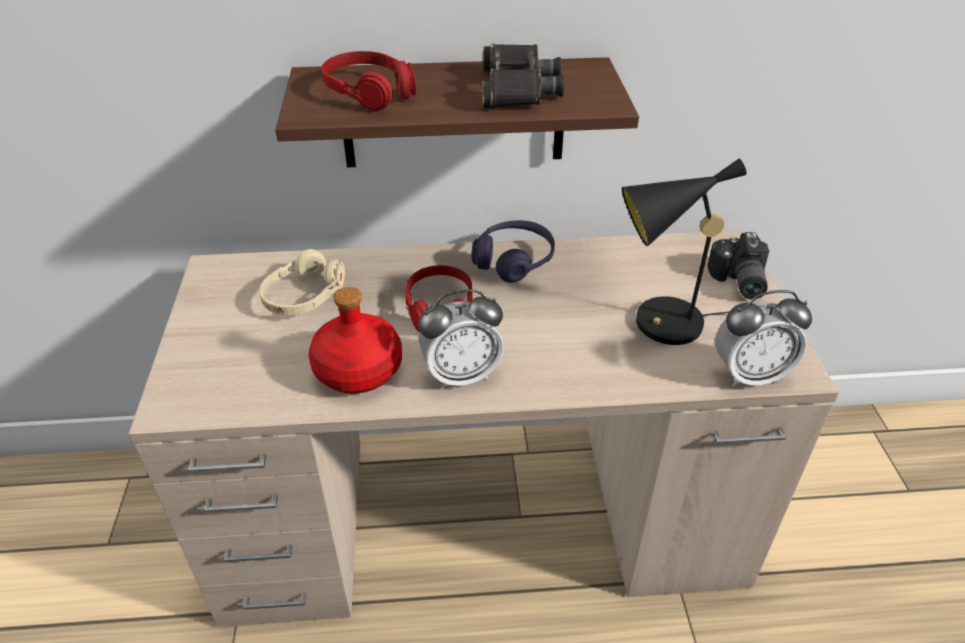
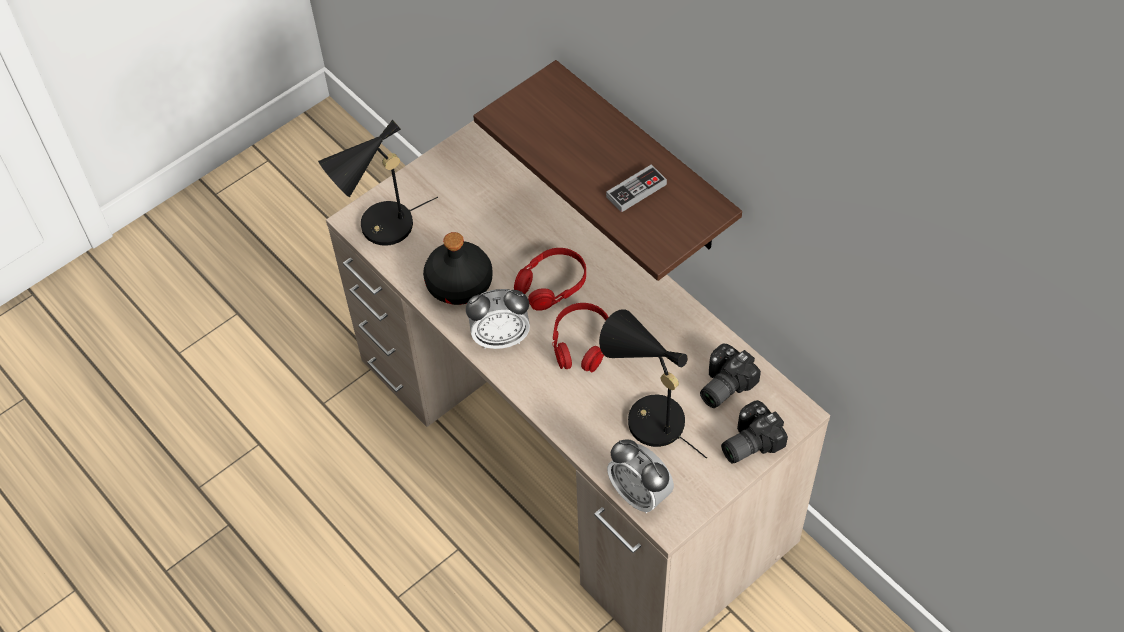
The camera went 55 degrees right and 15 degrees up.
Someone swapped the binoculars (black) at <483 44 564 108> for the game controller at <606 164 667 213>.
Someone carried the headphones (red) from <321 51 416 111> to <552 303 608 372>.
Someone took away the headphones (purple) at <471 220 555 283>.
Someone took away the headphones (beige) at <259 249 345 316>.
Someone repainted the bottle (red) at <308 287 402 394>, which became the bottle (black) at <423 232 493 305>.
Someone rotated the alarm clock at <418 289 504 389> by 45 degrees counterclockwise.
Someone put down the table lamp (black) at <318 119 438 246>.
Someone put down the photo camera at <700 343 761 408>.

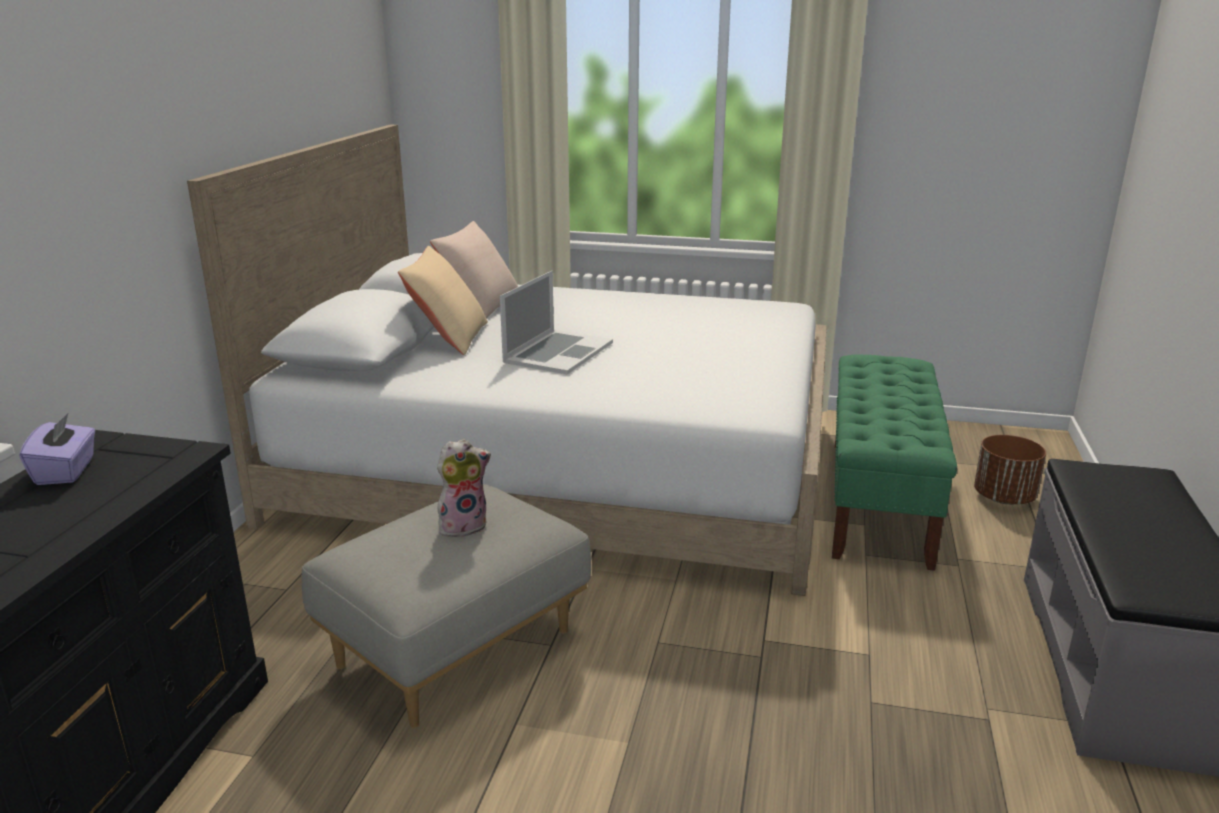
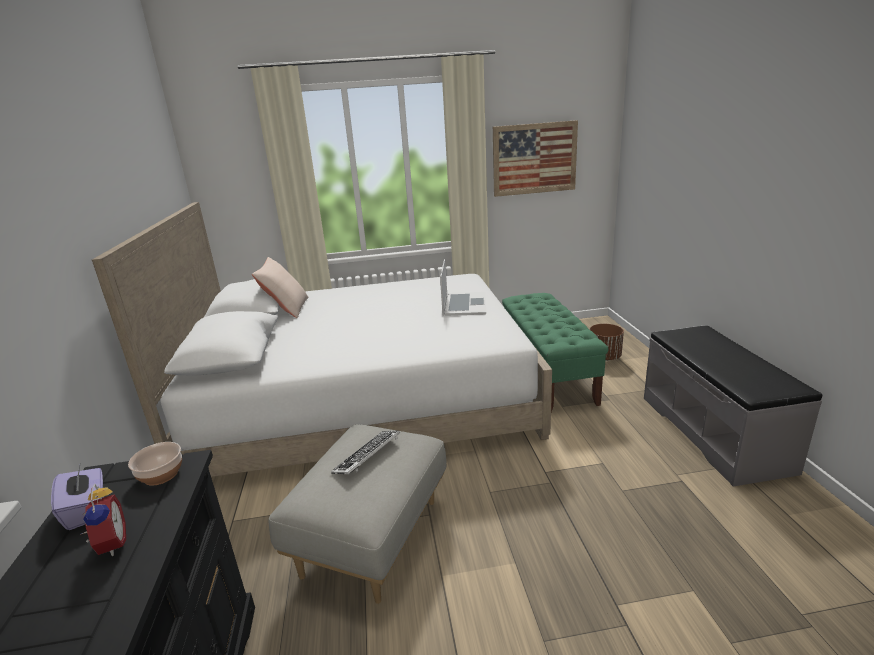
The camera went 20 degrees left and 0 degrees up.
Someone took away the pillow (beige) at <398 246 488 355>.
Someone carried the laptop from <500 271 613 374> to <440 259 486 316>.
Someone swapped the plush toy at <437 439 491 538> for the keyboard at <331 430 400 474>.
Someone put up the picture at <493 120 578 197>.
Someone put down the bowl at <128 442 182 486>.
Someone put down the alarm clock at <80 484 126 556>.

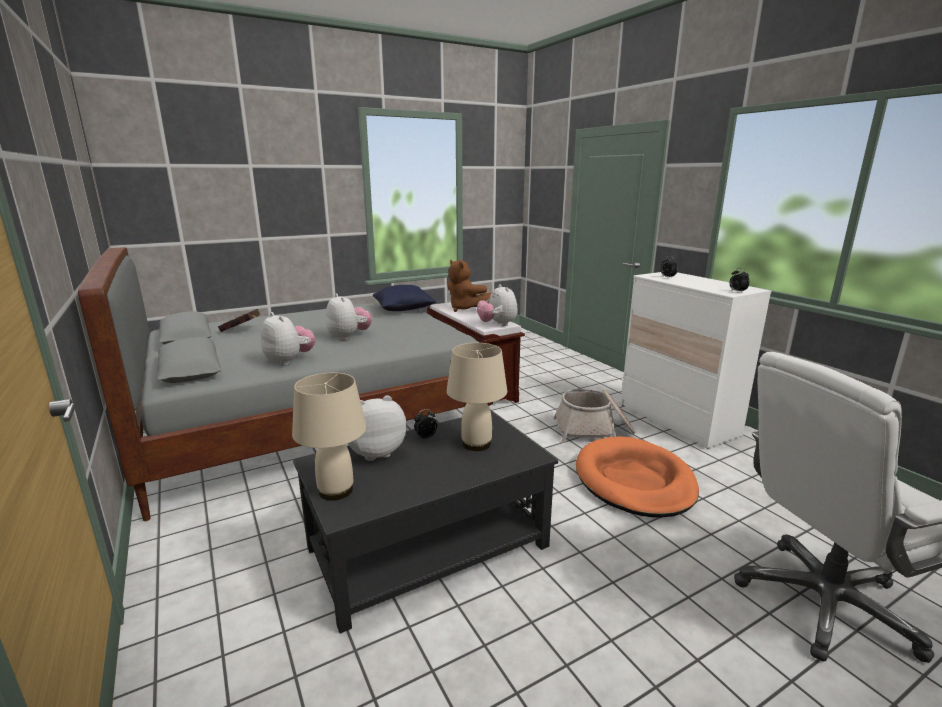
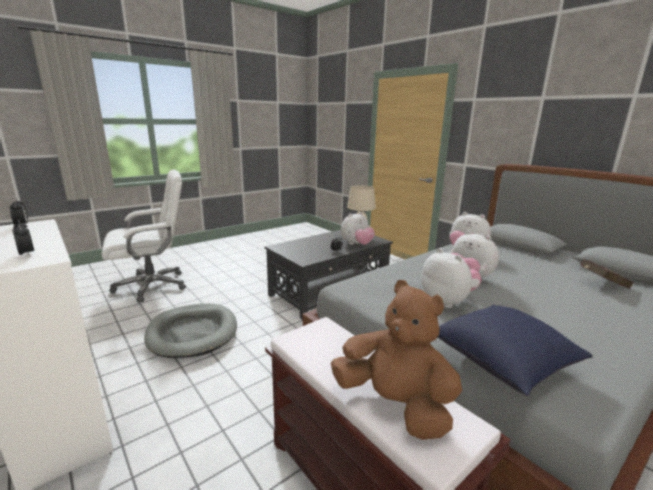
The camera went 170 degrees right and 0 degrees up.
Someone carried the plush toy from <477 284 518 326> to <421 248 482 308>.
Someone took away the table lamp (beige) at <446 343 507 451>.
Someone took away the basket at <553 389 635 443>.
Someone repainted the dog bed (orange) at <576 436 699 518>, which became the dog bed (grey) at <144 303 237 358>.

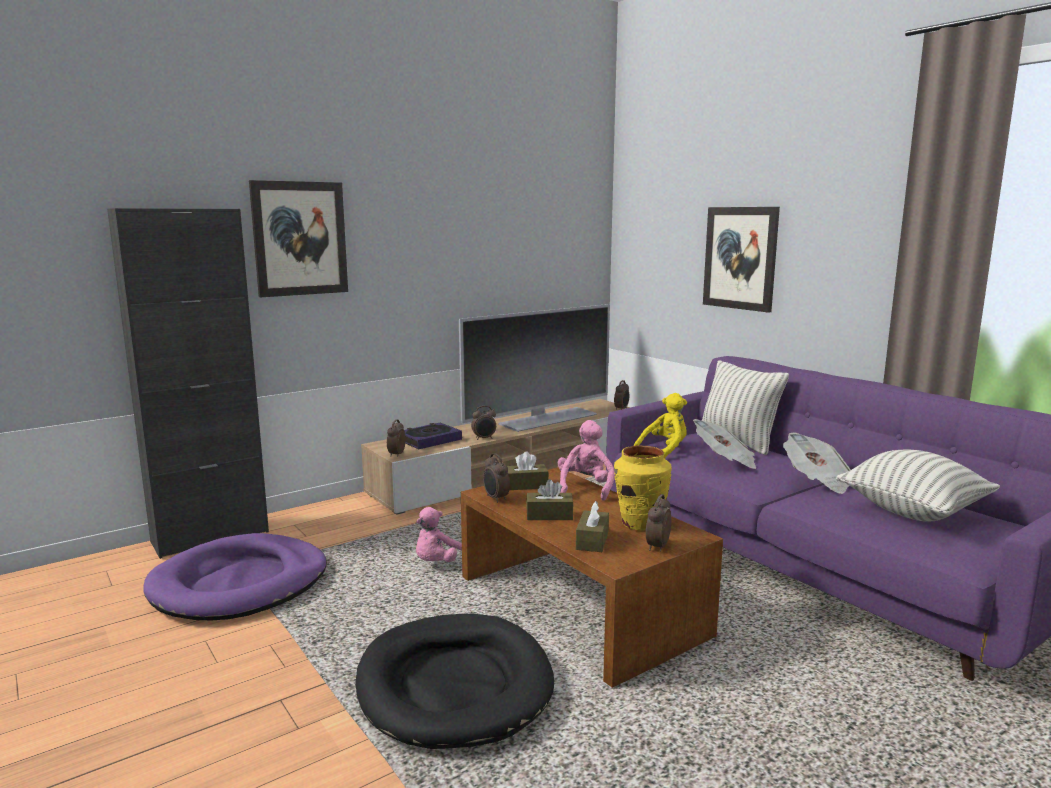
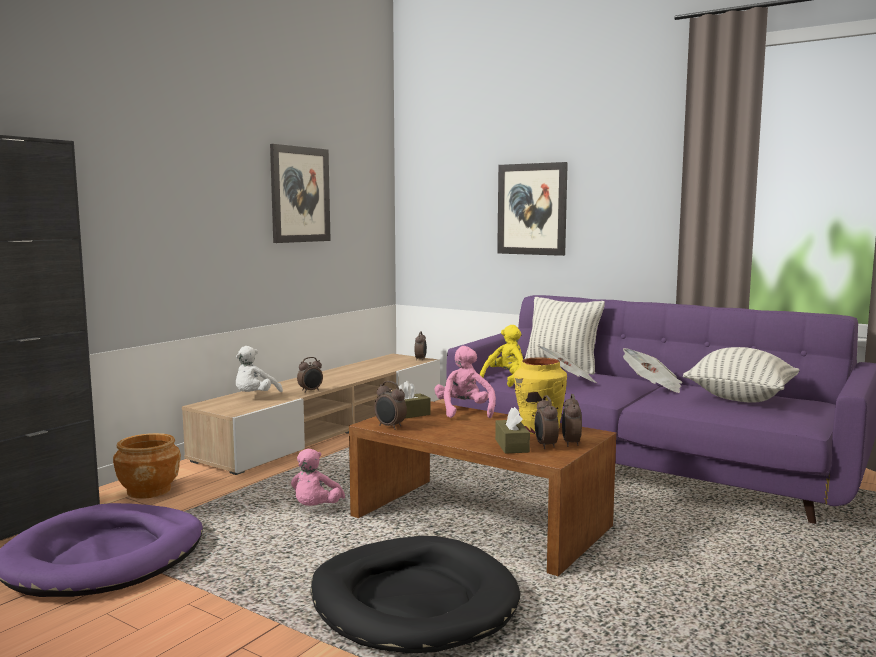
The camera went 20 degrees left and 5 degrees down.
Someone carried the picture from <249 180 348 297> to <270 144 331 243>.
Someone took away the television at <459 304 610 432>.
Someone carried the alarm clock from <387 420 406 457> to <535 395 559 449>.
Someone swapped the book at <404 423 462 449> for the plush toy (white) at <236 346 283 392>.
Someone took away the tissue box (brown) at <526 479 574 520>.
Someone put down the planter (brown) at <113 433 181 499>.

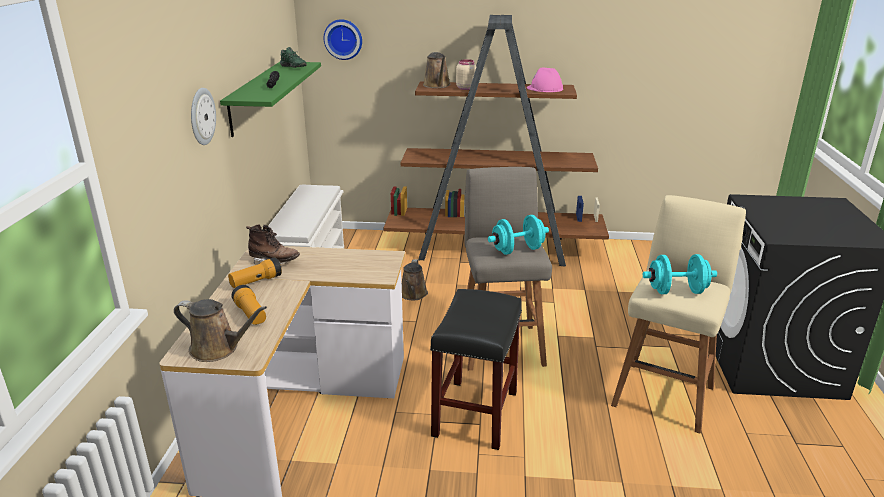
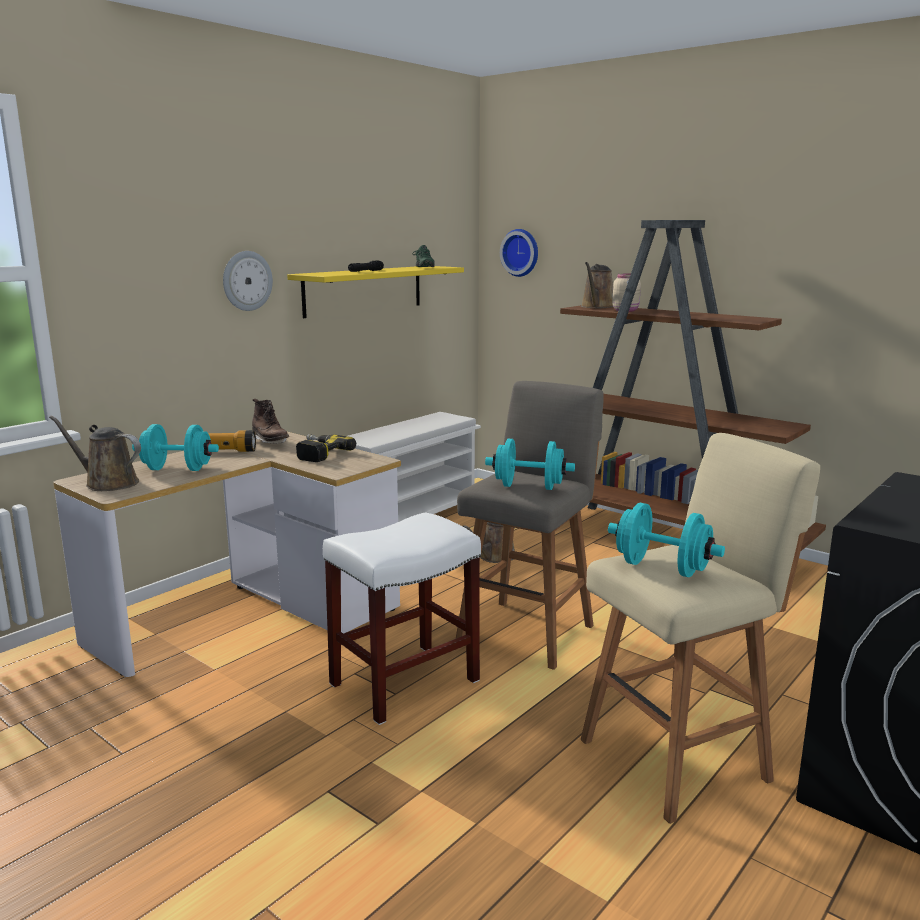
The camera went 35 degrees right and 10 degrees down.
Someone repainted the shelf (green) at <220 62 321 137>, which became the shelf (yellow) at <287 266 464 318>.
Someone took away the hard hat (pink) at <527 67 563 92>.
Someone swapped the flashlight at <232 285 266 325> for the dumbbell (turquoise) at <132 424 219 471>.
Someone repainted the stool (black) at <430 289 522 450>, which became the stool (white) at <323 513 481 725>.
Someone rotated the watering can (brown) at <174 299 267 362> by 150 degrees clockwise.
Someone put down the power drill at <296 434 356 462>.

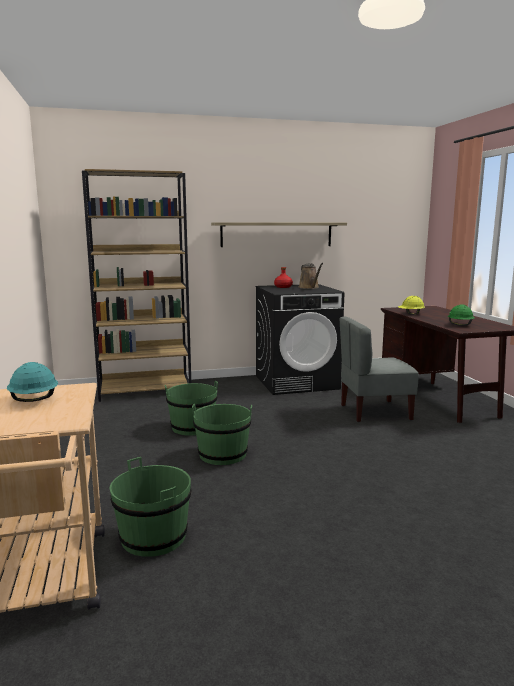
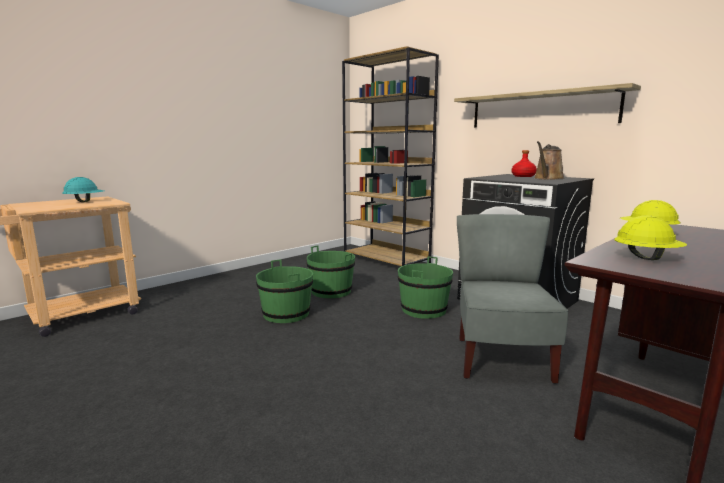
The camera went 60 degrees right and 0 degrees up.
Someone repainted the hard hat (green) at <448 304 475 326>, which became the hard hat (yellow) at <614 215 687 260>.
Someone rotated the chair (grey) at <340 317 418 422> by 45 degrees clockwise.
Someone carried the bucket (green) from <110 457 191 557> to <398 256 453 319>.

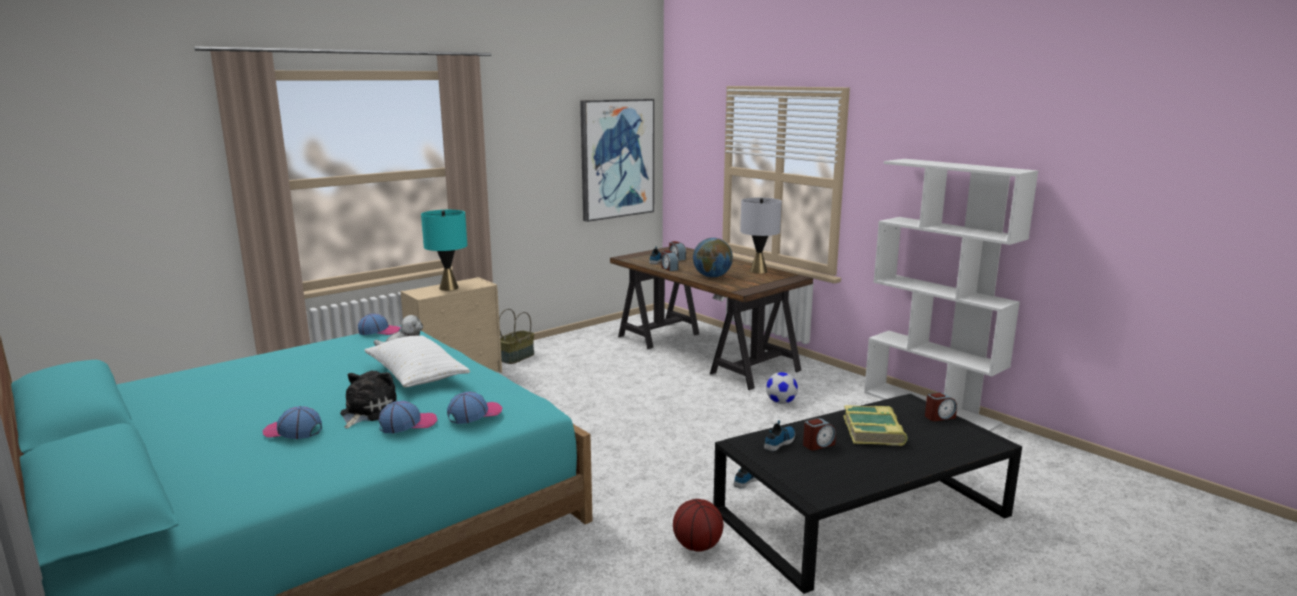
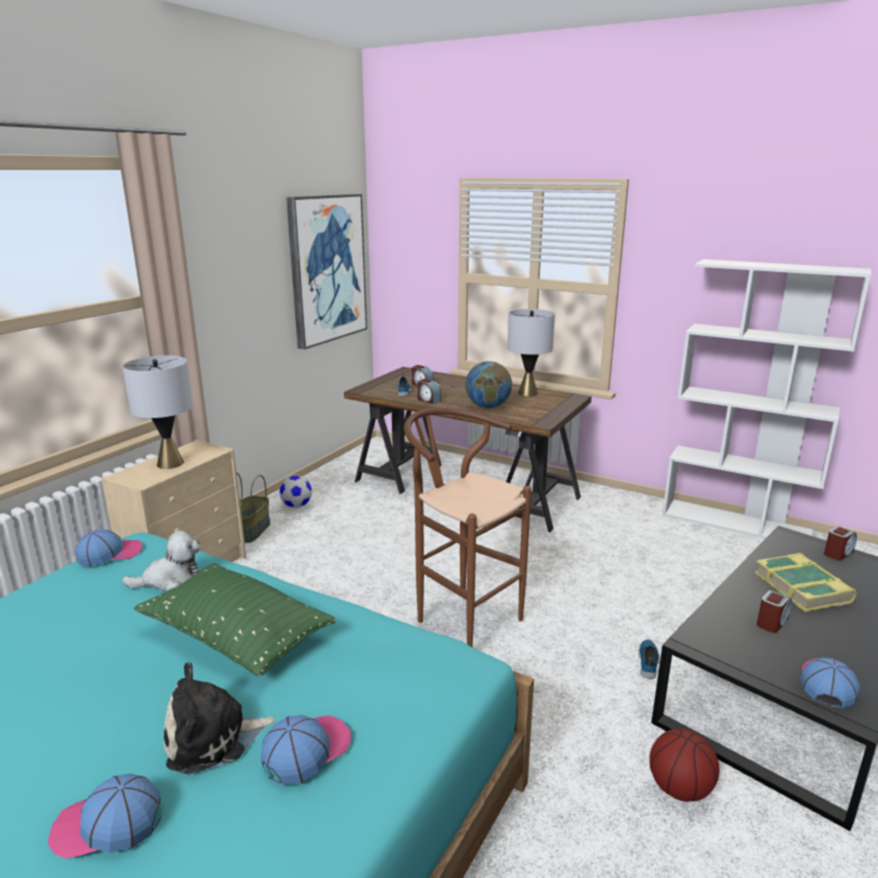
The camera went 20 degrees left and 5 degrees up.
Someone repainted the table lamp (turquoise) at <421 210 467 291>, which became the table lamp (grey) at <122 355 193 469>.
Someone repainted the pillow (white) at <364 335 470 387>, which became the pillow (green) at <134 563 336 677>.
Someone rotated the plush toy at <340 371 397 428> by 105 degrees counterclockwise.
Someone carried the football from <766 372 798 404> to <279 476 312 508>.
Someone carried the cap from <447 392 503 424> to <800 658 860 708>.
Someone took away the shoe at <764 420 795 451>.
Someone put down the stool (brown) at <404 408 531 647>.

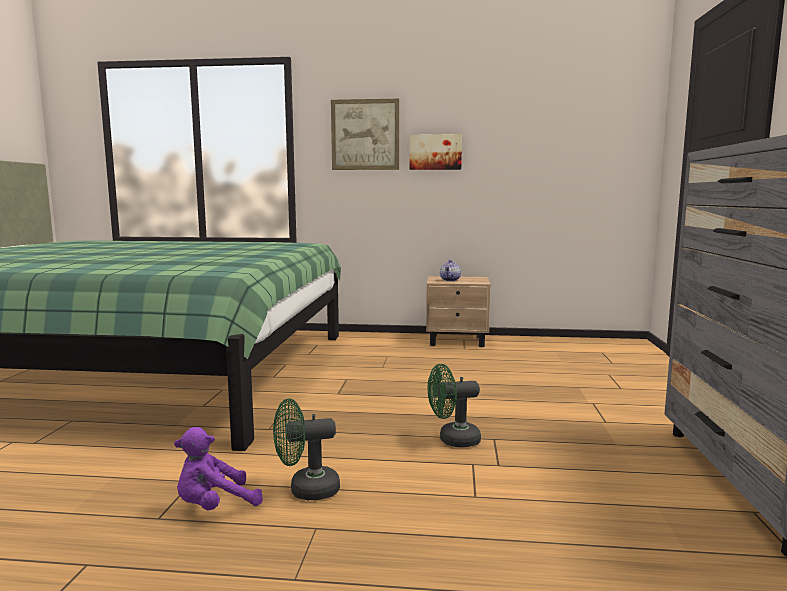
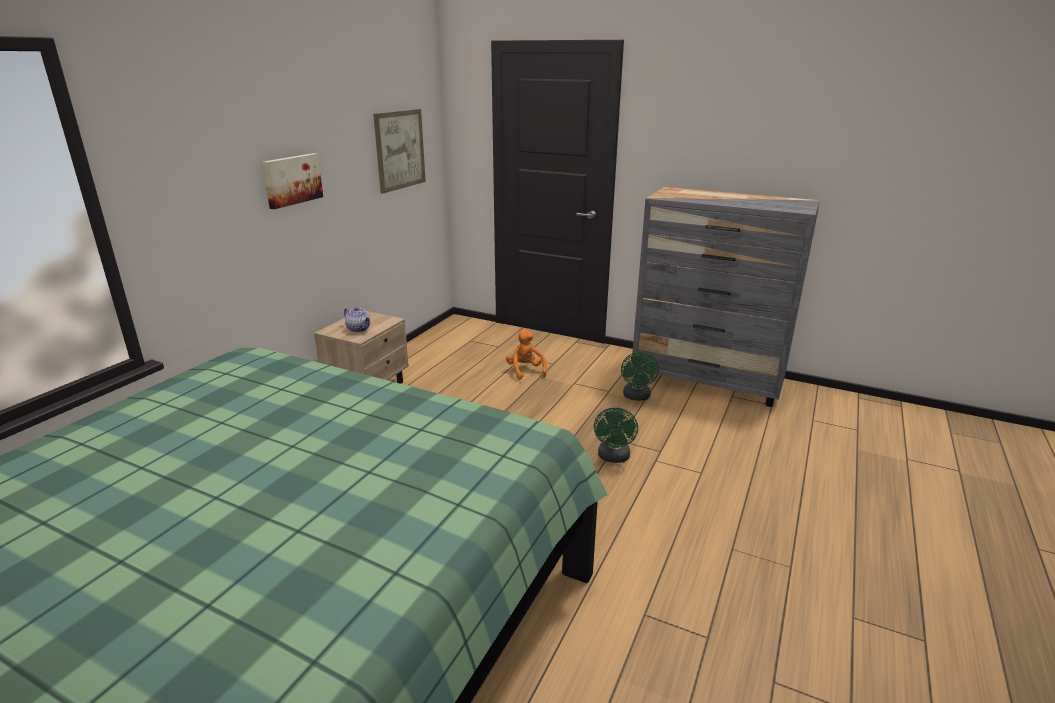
The camera went 70 degrees left and 15 degrees up.
Someone carried the picture from <331 99 399 170> to <373 109 426 193>.
Someone carried the fan (green) from <273 398 340 500> to <621 352 659 401>.
Someone took away the plush toy (purple) at <174 427 263 510>.
Someone put down the plush toy (orange) at <506 329 547 380>.

